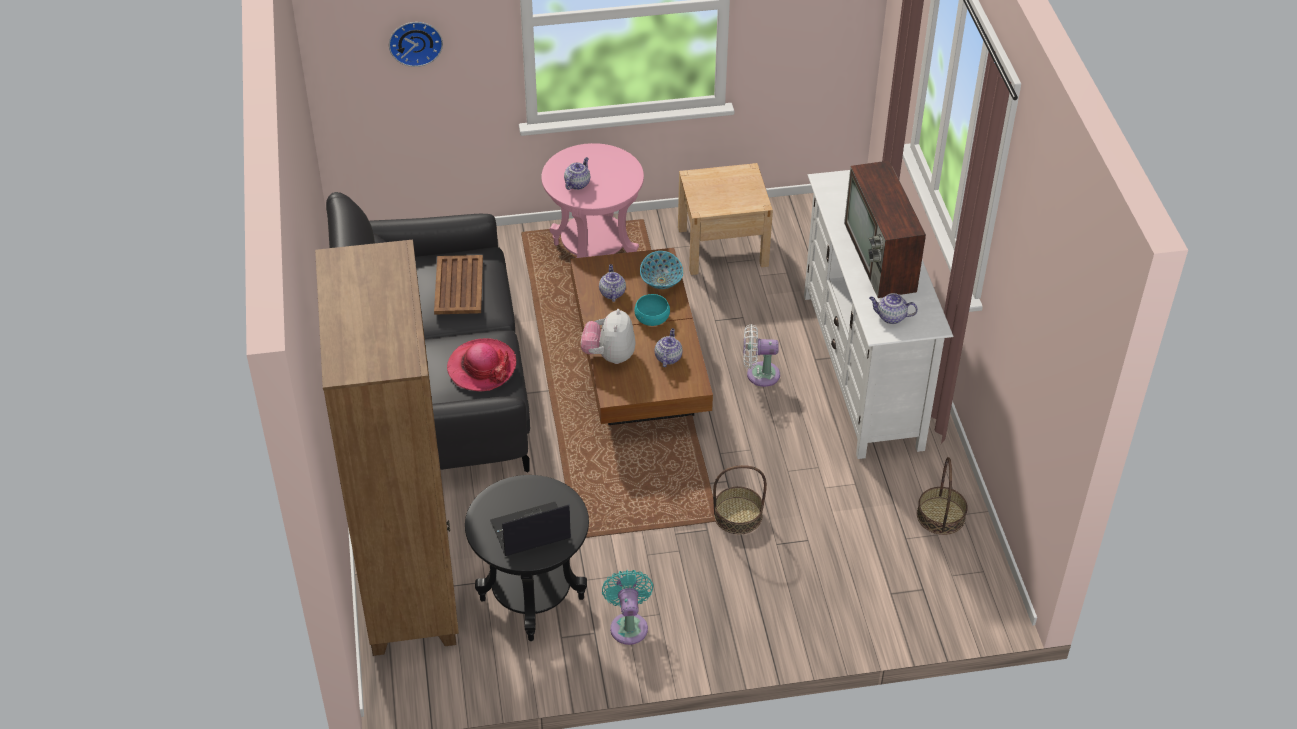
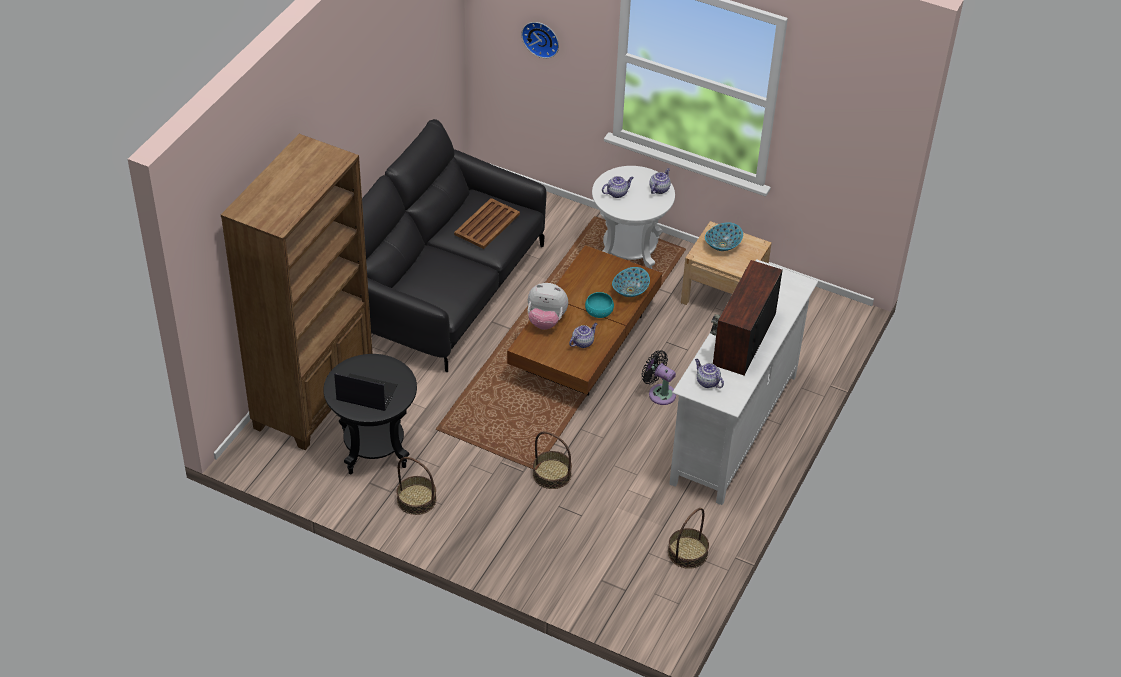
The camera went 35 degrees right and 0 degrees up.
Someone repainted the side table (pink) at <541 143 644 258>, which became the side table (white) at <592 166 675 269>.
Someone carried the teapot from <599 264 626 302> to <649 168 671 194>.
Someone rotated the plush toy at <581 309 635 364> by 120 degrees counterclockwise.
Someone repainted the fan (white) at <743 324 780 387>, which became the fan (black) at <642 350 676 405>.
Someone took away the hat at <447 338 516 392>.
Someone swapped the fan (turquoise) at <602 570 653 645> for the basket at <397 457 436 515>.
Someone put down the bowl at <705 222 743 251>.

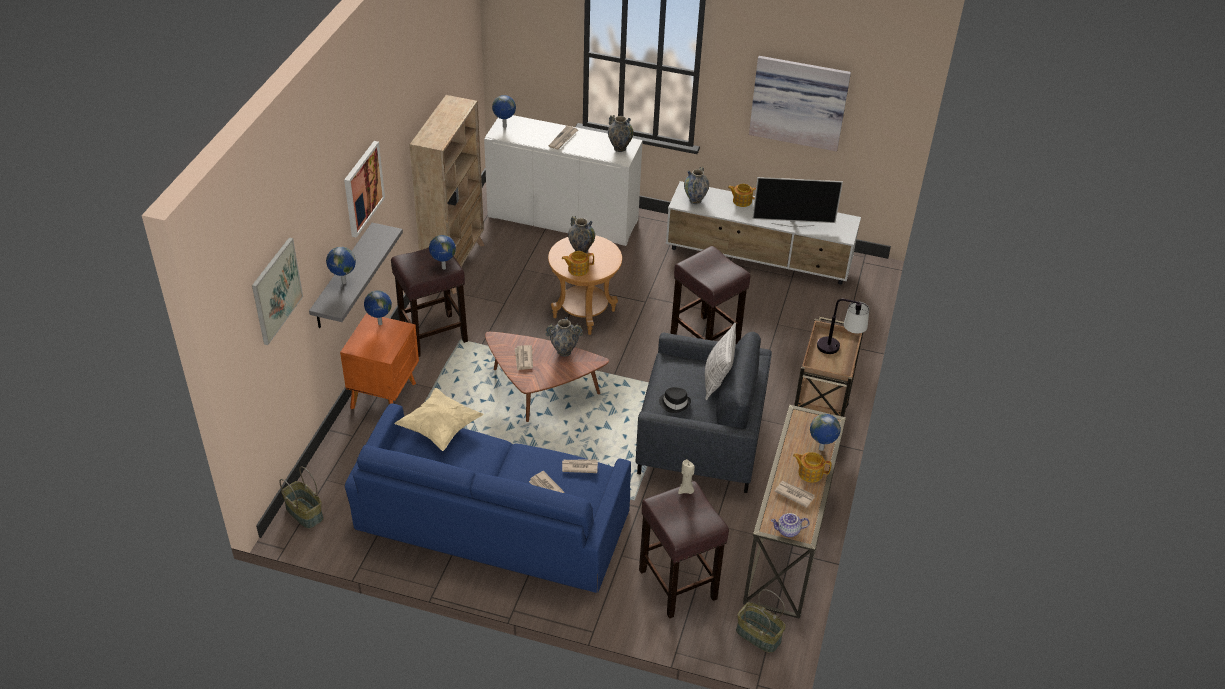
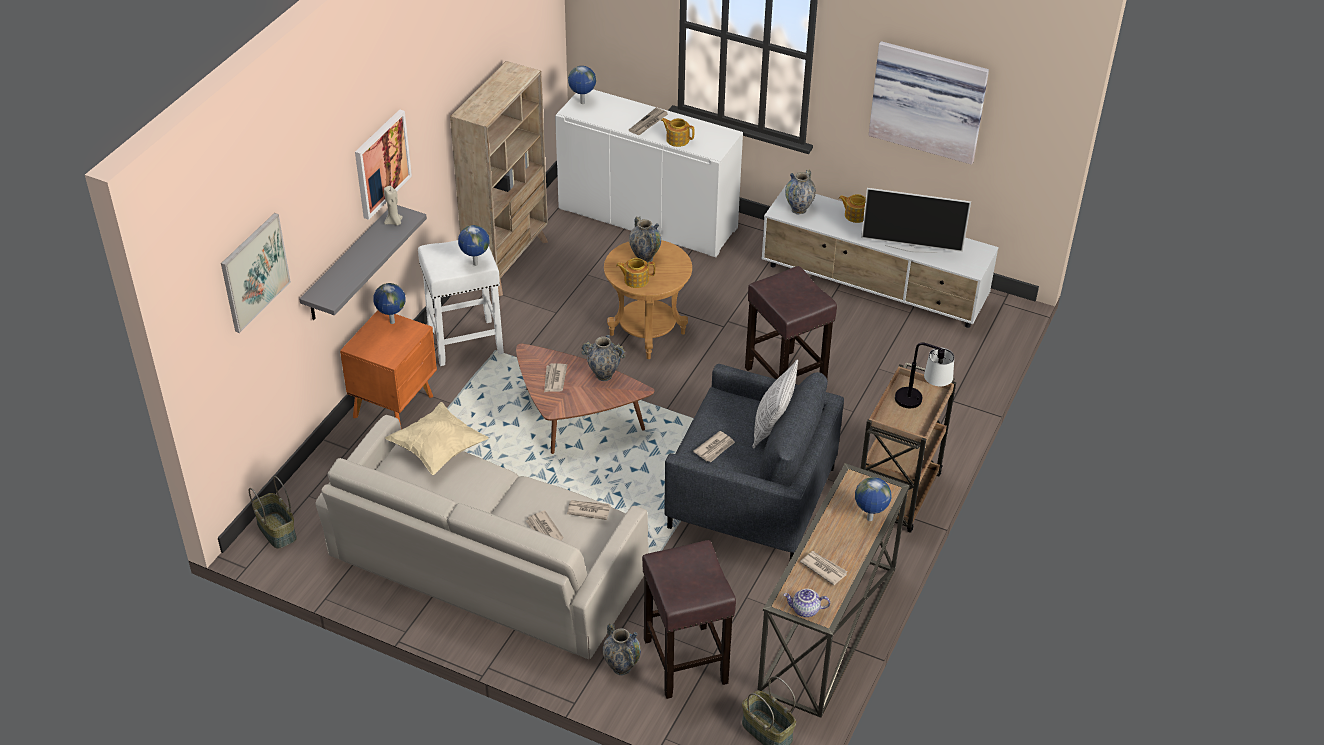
The camera went 10 degrees right and 0 degrees up.
Someone carried the vase from <608 115 633 152> to <603 623 641 675>.
Someone took away the globe at <326 247 356 284>.
Someone repainted the stool (brown) at <391 247 468 357>, which became the stool (white) at <418 240 504 366>.
Someone swapped the hat (black) at <659 387 691 413> for the newspaper at <693 431 735 462>.
Someone repainted the sofa (blue) at <345 403 631 593>, which became the sofa (beige) at <315 415 649 659>.
Someone carried the teapot from <793 452 832 483> to <661 118 695 147>.
Someone carried the candle (beige) from <678 459 695 494> to <384 186 403 226>.

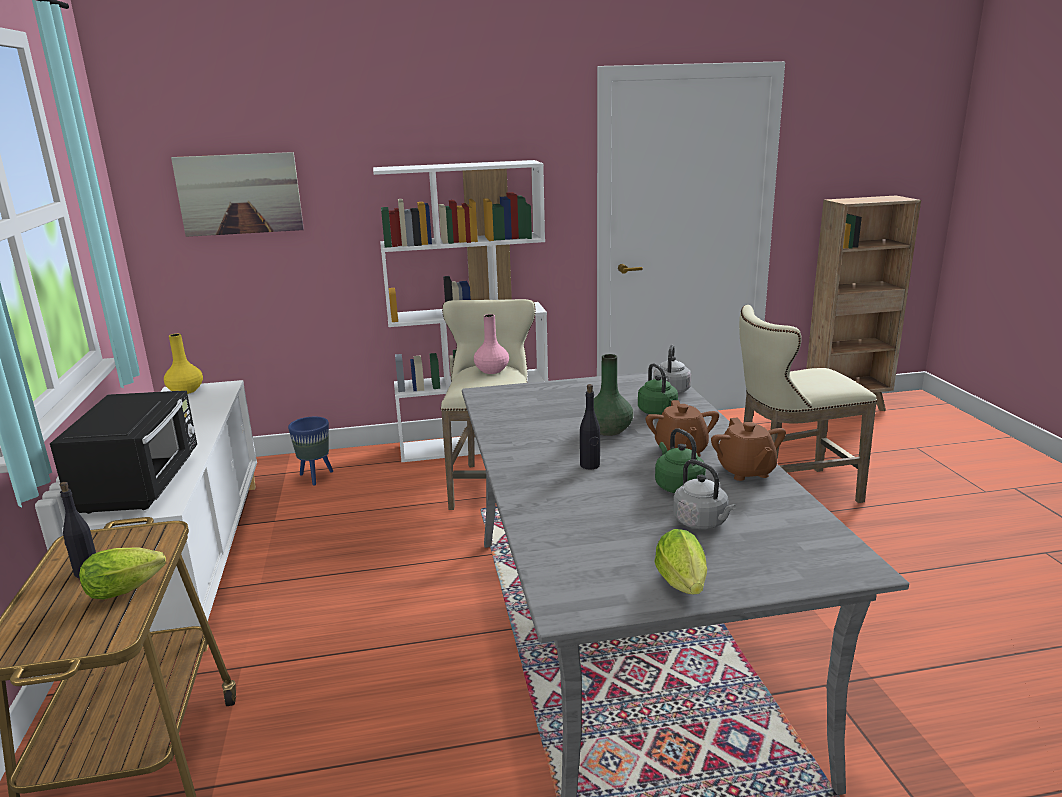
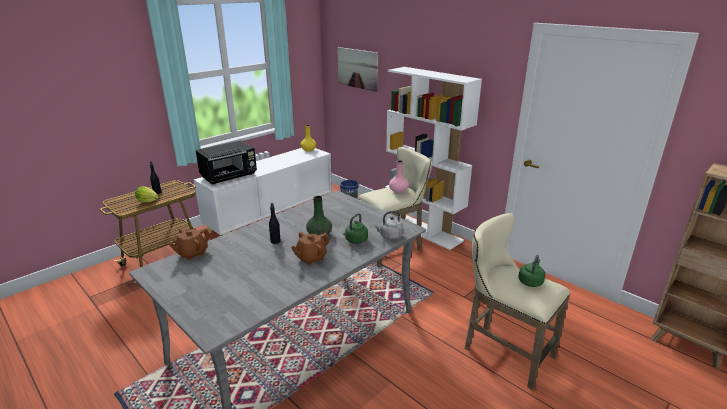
The camera went 55 degrees right and 5 degrees up.
Someone carried the teapot (brown) from <711 417 786 481> to <168 228 211 260>.
Someone carried the kettle (green) from <655 428 706 493> to <519 255 545 287>.
Someone took away the kettle (grey) at <673 460 736 529>.
Someone took away the lettuce at <654 529 707 594>.

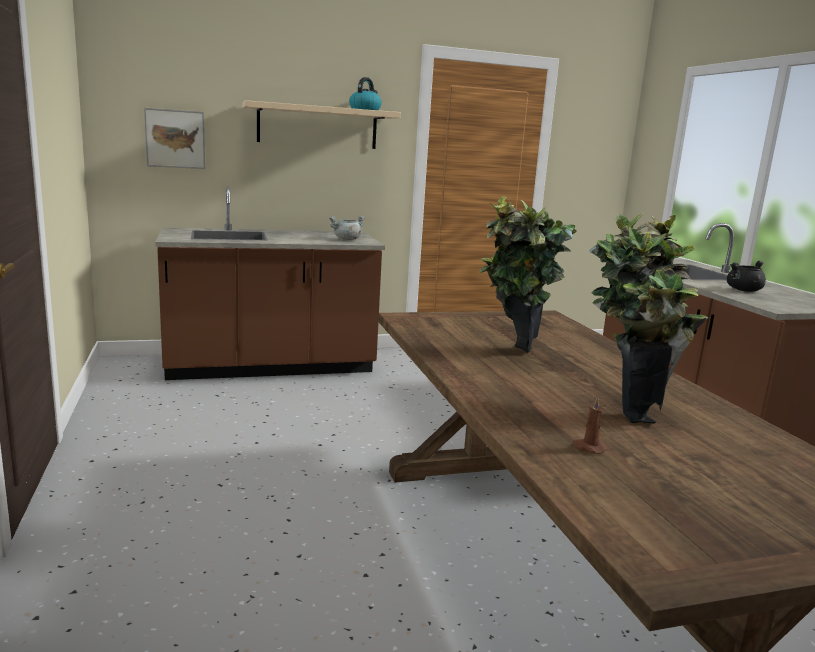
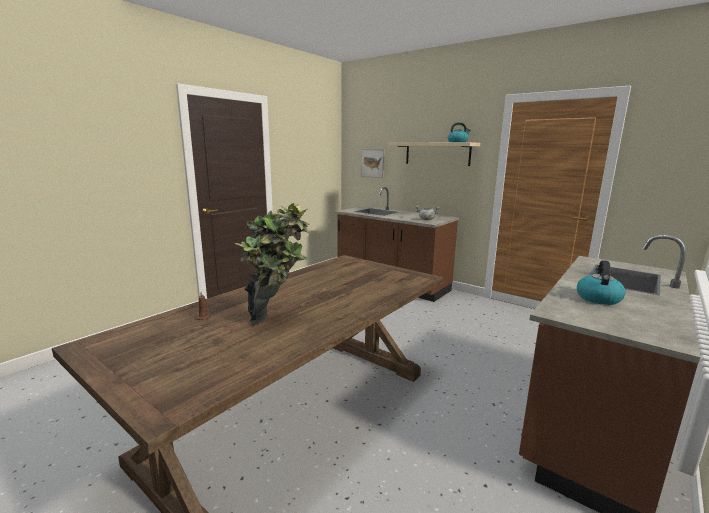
The camera went 55 degrees right and 0 degrees up.
Someone took away the potted plant at <479 196 576 353>.
Someone swapped the cooking pot (black) at <727 260 766 292> for the kettle at <577 260 626 305>.

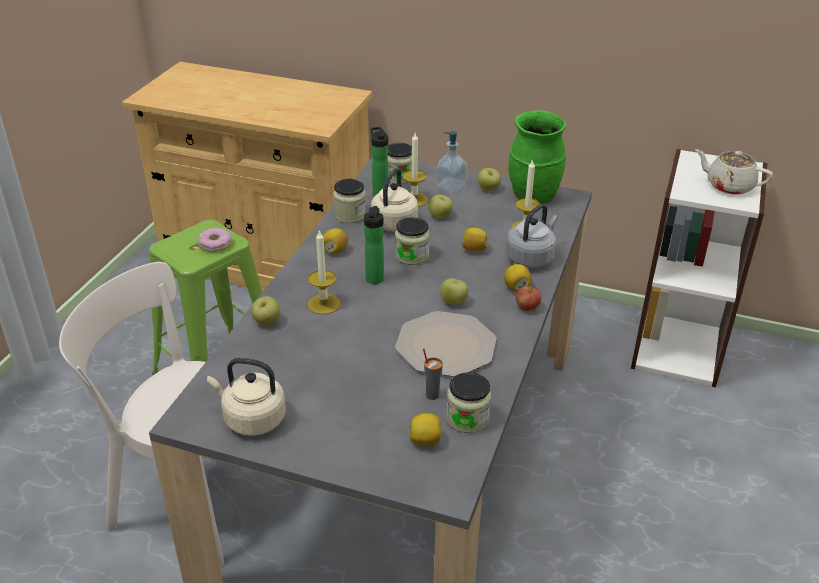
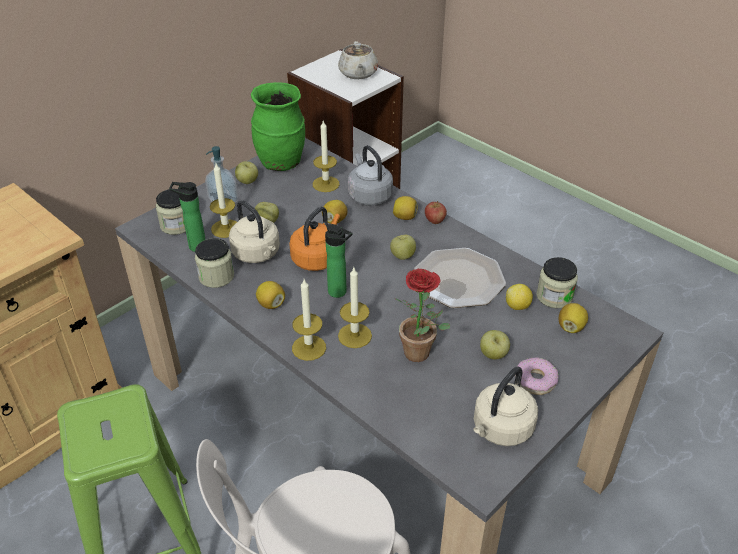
The camera went 65 degrees left and 5 degrees up.
Someone rotated the teapot (beige) at <695 149 773 195> by 60 degrees counterclockwise.
Someone swapped the jar at <395 217 430 265> for the kettle (orange) at <289 207 340 271>.
Someone carried the donut from <198 228 232 252> to <515 357 559 395>.
Someone carried the apple from <251 296 280 325> to <480 330 510 360>.
Someone swapped the cup (grey) at <423 349 443 400> for the lemon at <506 284 533 310>.
Someone put down the potted plant at <394 269 450 362>.
Someone put down the candle at <292 279 326 361>.

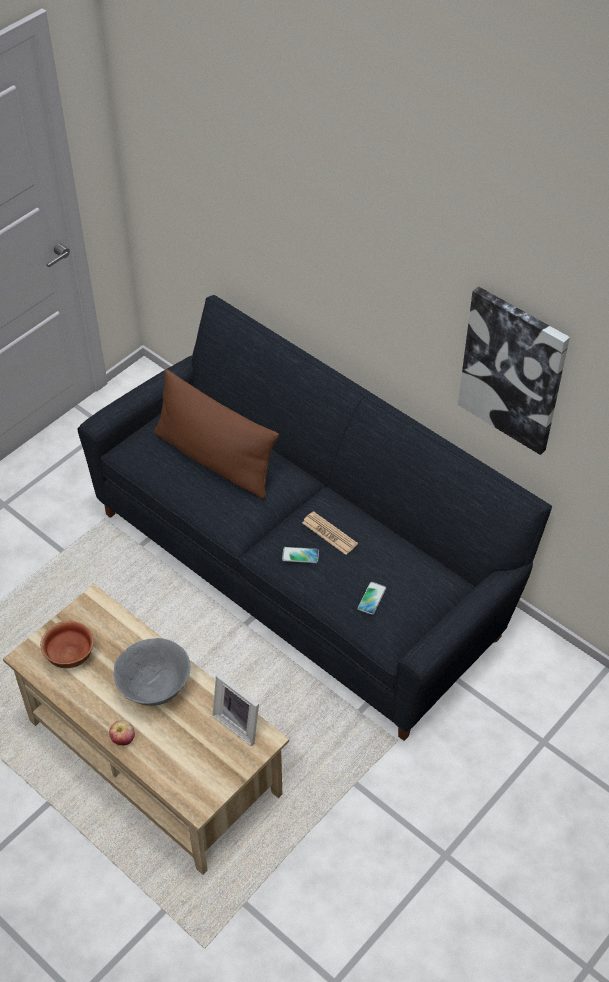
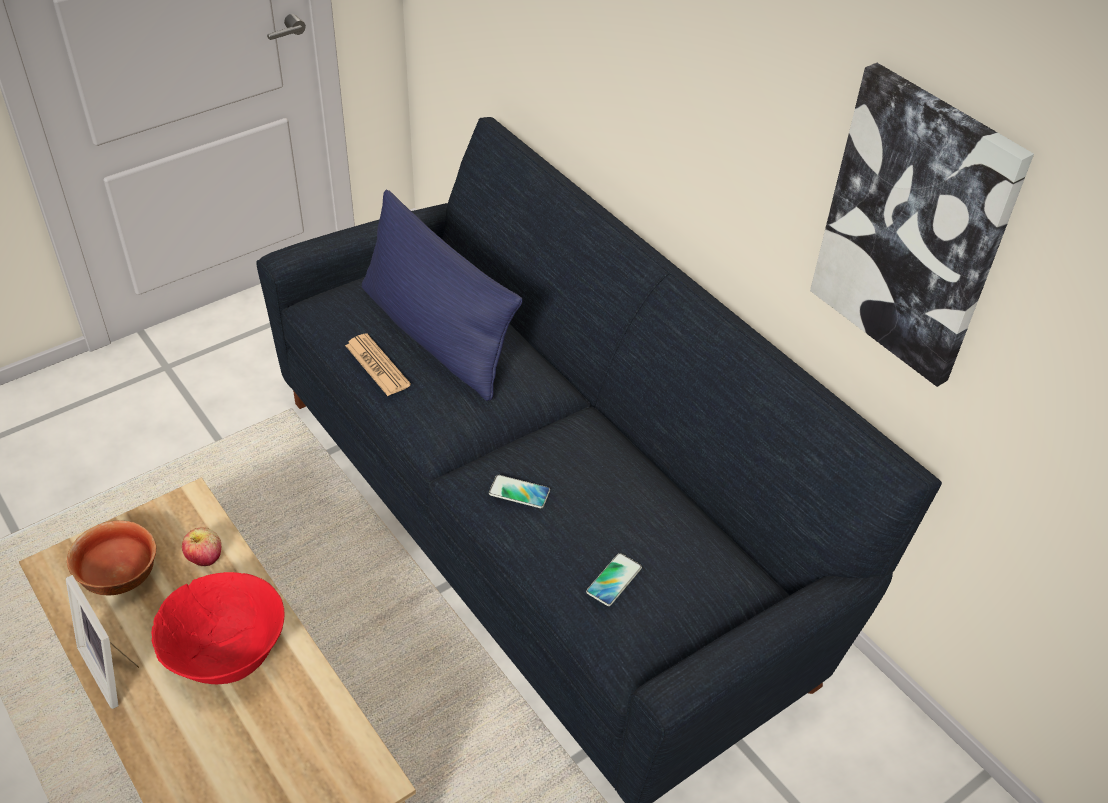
The camera went 10 degrees right and 5 degrees down.
Someone repainted the pillow (brown) at <154 369 279 499>, which became the pillow (blue) at <362 190 523 401>.
Someone carried the newspaper from <302 511 358 555> to <345 333 411 396>.
Someone repainted the bowl (grey) at <113 638 190 706>, which became the bowl (red) at <152 572 285 684>.
Someone carried the picture frame from <213 673 259 746> to <66 575 139 709>.
Someone carried the apple from <109 720 135 746> to <182 527 221 566>.

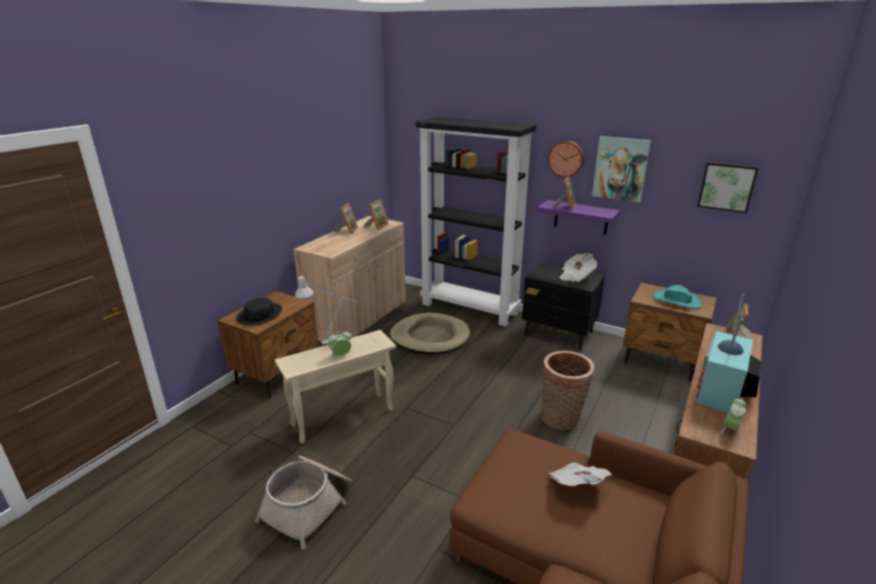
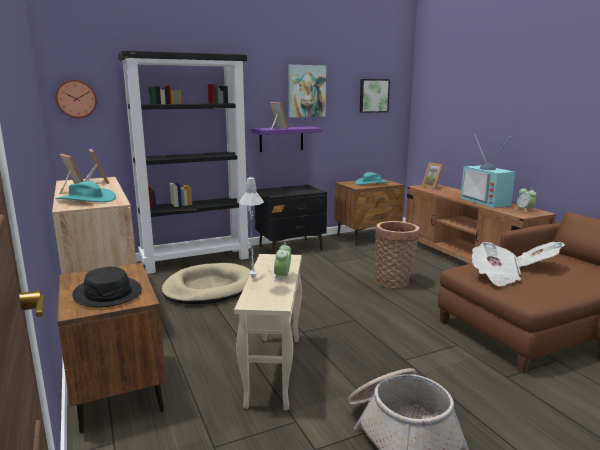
The camera went 55 degrees left and 10 degrees down.
Someone carried the wall clock from <548 141 584 178> to <55 80 97 118>.
Someone carried the newspaper from <560 253 597 282> to <472 242 521 286>.
Someone put down the hat (turquoise) at <56 180 116 202>.

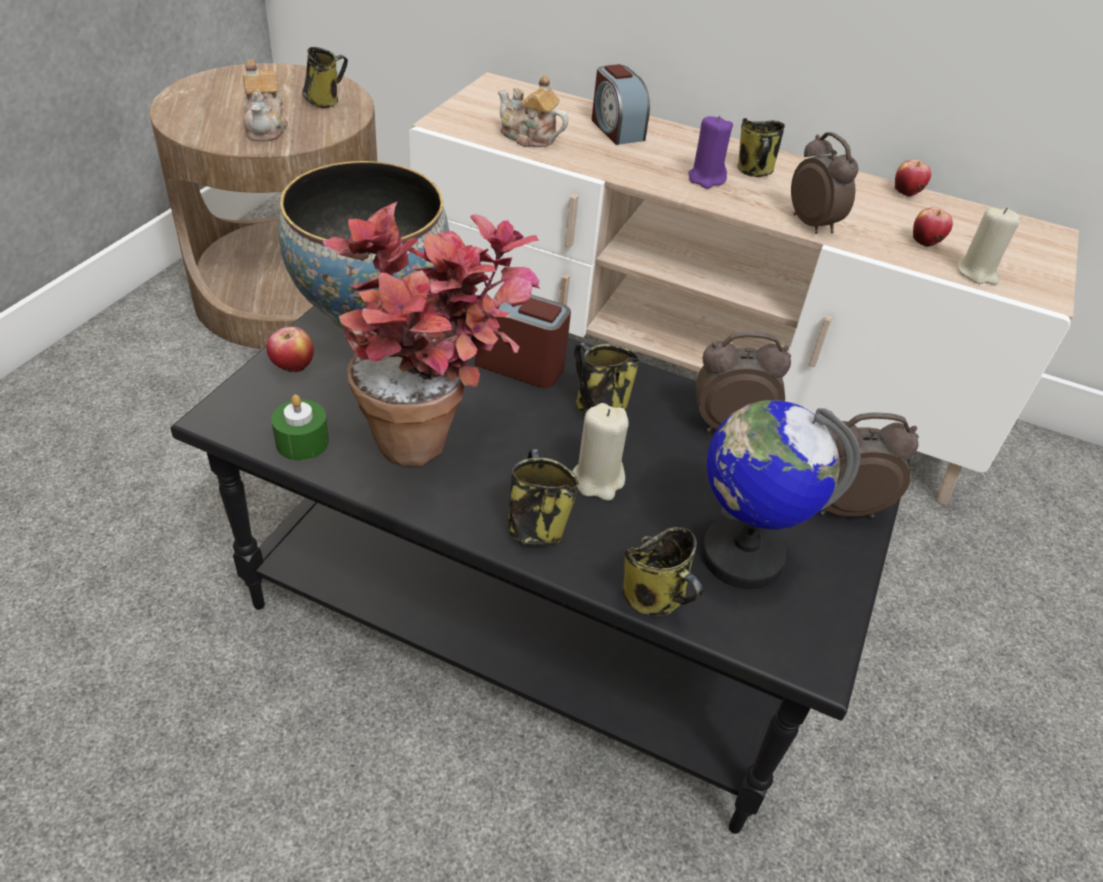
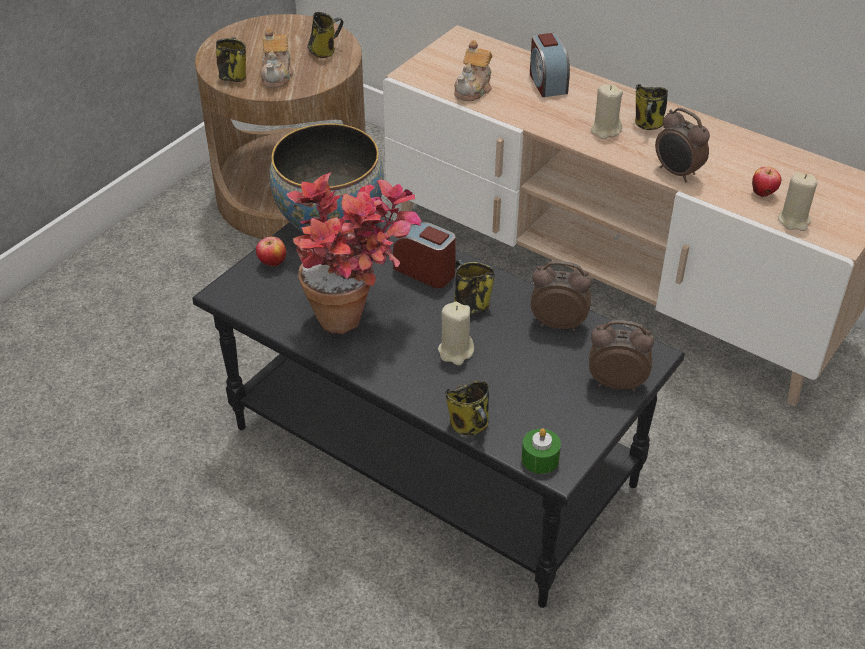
The camera went 15 degrees right and 0 degrees up.
Someone rotated the teapot at <498 75 568 147> by 105 degrees counterclockwise.
Someone repainted the candle (purple) at <688 115 733 189>, which became the candle (beige) at <591 85 623 139>.
Someone rotated the alarm clock at <791 132 858 234> by 150 degrees clockwise.
Someone took away the apple at <895 159 931 197>.
Someone carried the candle (green) from <271 394 329 461> to <522 428 561 474>.
Someone took away the globe at <701 400 860 589>.
Someone carried the mug from <508 449 579 545> to <216 37 246 82>.

